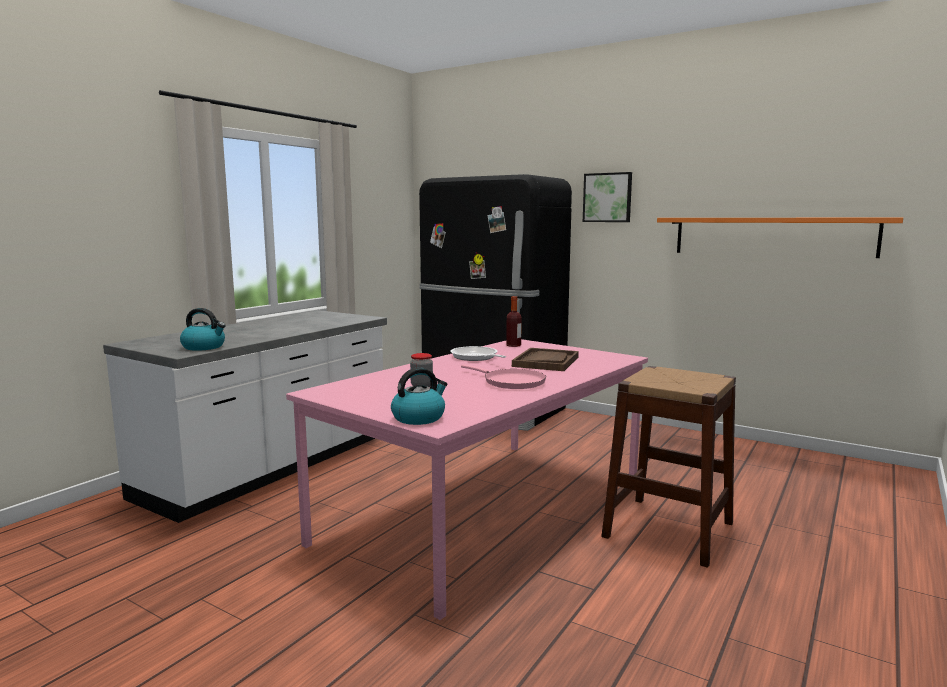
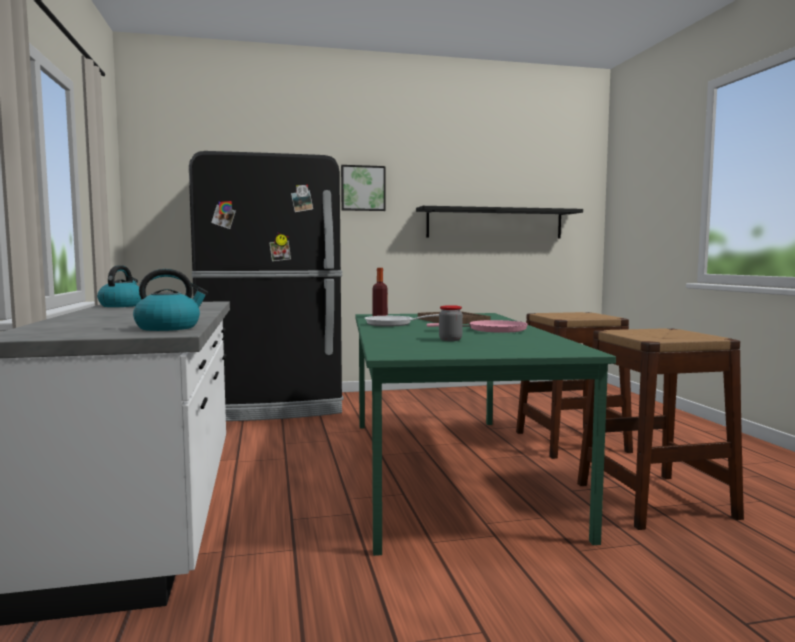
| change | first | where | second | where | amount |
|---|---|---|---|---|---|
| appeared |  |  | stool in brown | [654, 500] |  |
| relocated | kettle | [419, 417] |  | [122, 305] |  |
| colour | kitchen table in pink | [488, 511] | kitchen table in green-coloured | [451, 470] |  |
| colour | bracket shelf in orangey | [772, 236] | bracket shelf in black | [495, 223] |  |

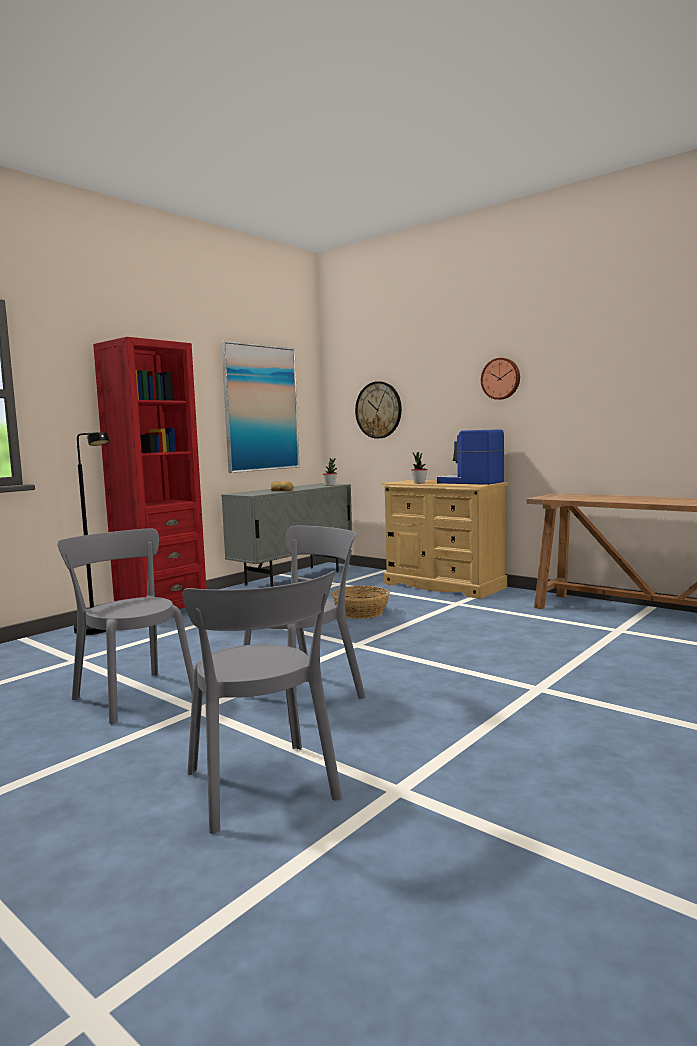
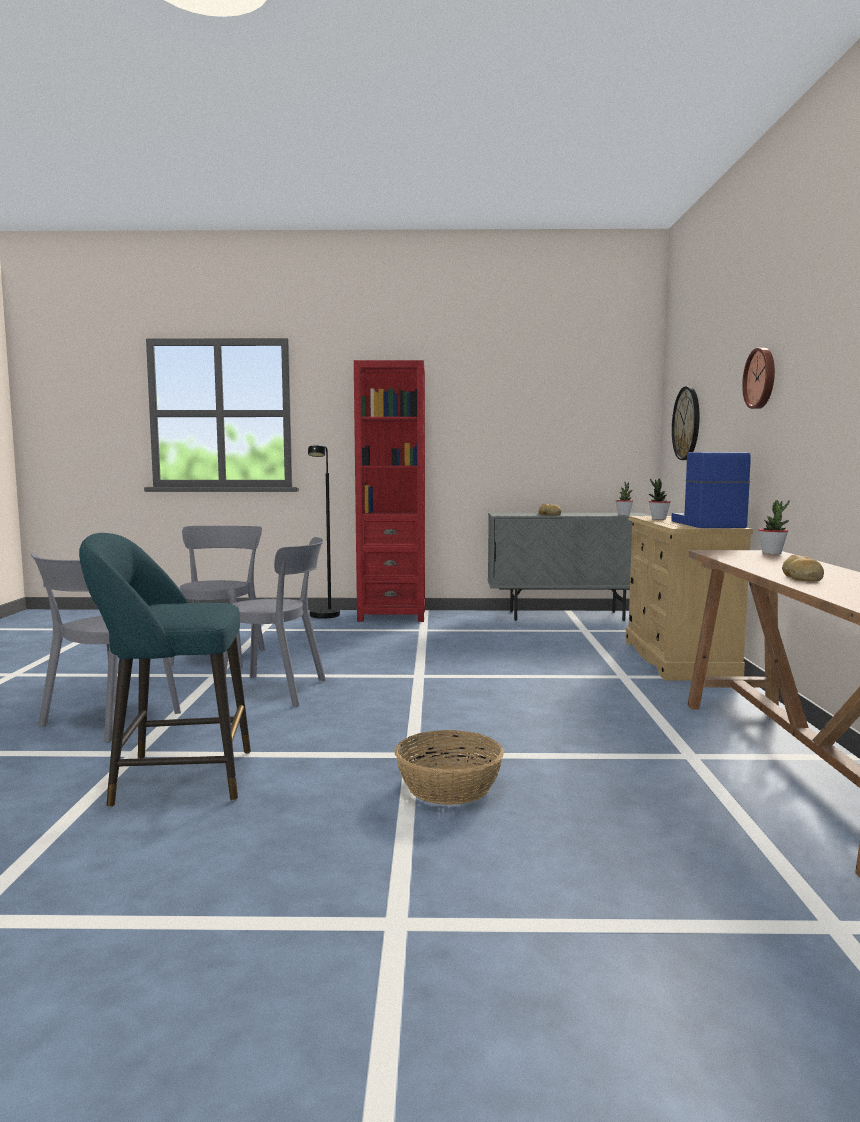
| change | first | where | second | where | amount |
|---|---|---|---|---|---|
| missing | wall picture | [261, 408] |  |  |  |
| appeared |  |  | stool in turquoise | [174, 778] |  |
| appeared |  |  | plant in a pot | [772, 553] |  |
| appeared |  |  | bread | [802, 577] |  |
| relocated | basket | [361, 612] |  | [449, 787] |  |

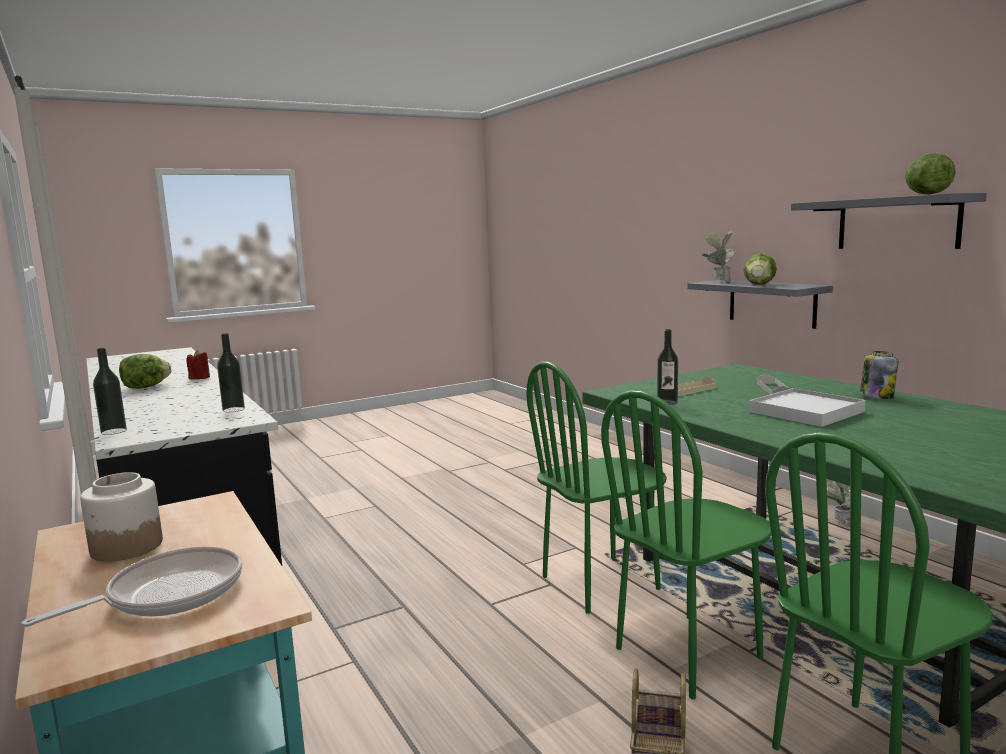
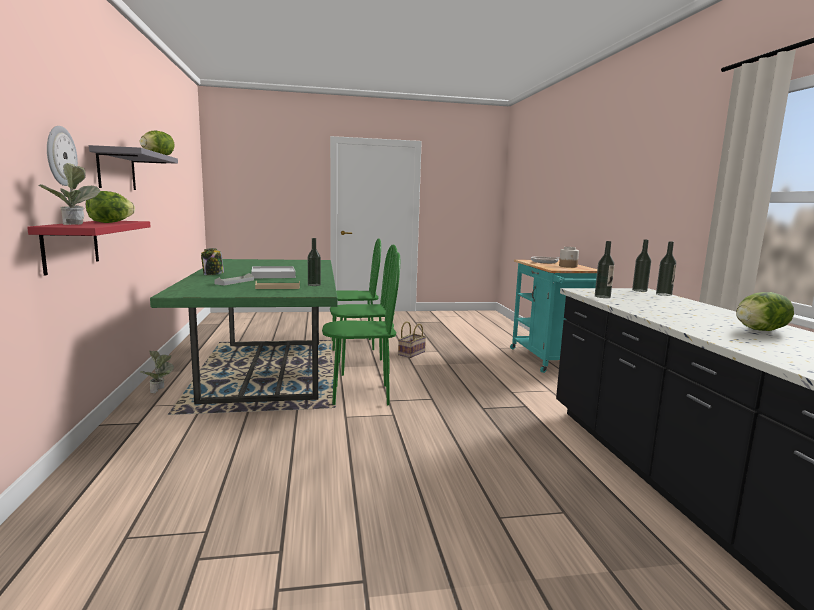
| change | first | where | second | where | amount |
|---|---|---|---|---|---|
| missing | wax candle in reddish | [199, 378] |  |  |  |
| appeared |  |  | hanging clock | [60, 156] |  |
| appeared |  |  | drink bottle | [639, 290] |  |
| colour | bracket shelf in grey | [771, 303] | bracket shelf in reddish | [71, 245] |  |

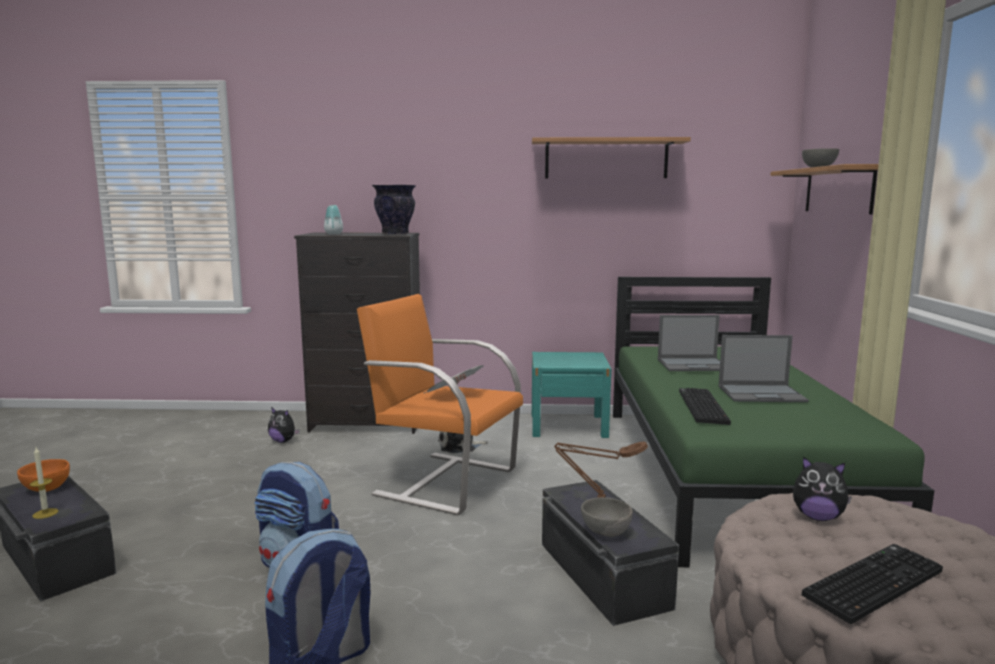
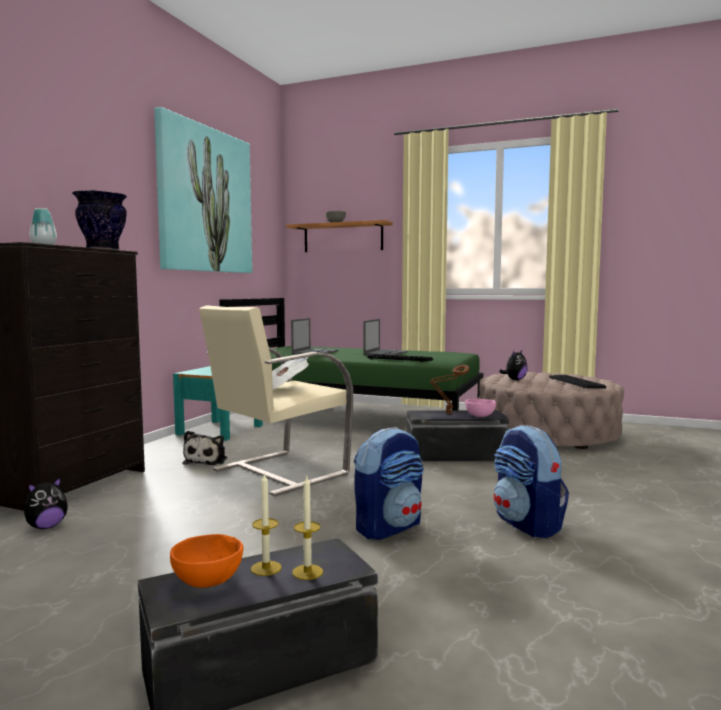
| change | first | where | second | where | amount |
|---|---|---|---|---|---|
| appeared |  |  | wax candle | [266, 568] |  |
| exchanged | bracket shelf | [606, 159] | wall picture | [204, 200] |  |
| colour | easy chair in orangey | [444, 481] | easy chair in sand-coloured | [278, 472] |  |
| colour | serving bowl in grey | [606, 533] | serving bowl in pink | [480, 416] |  |

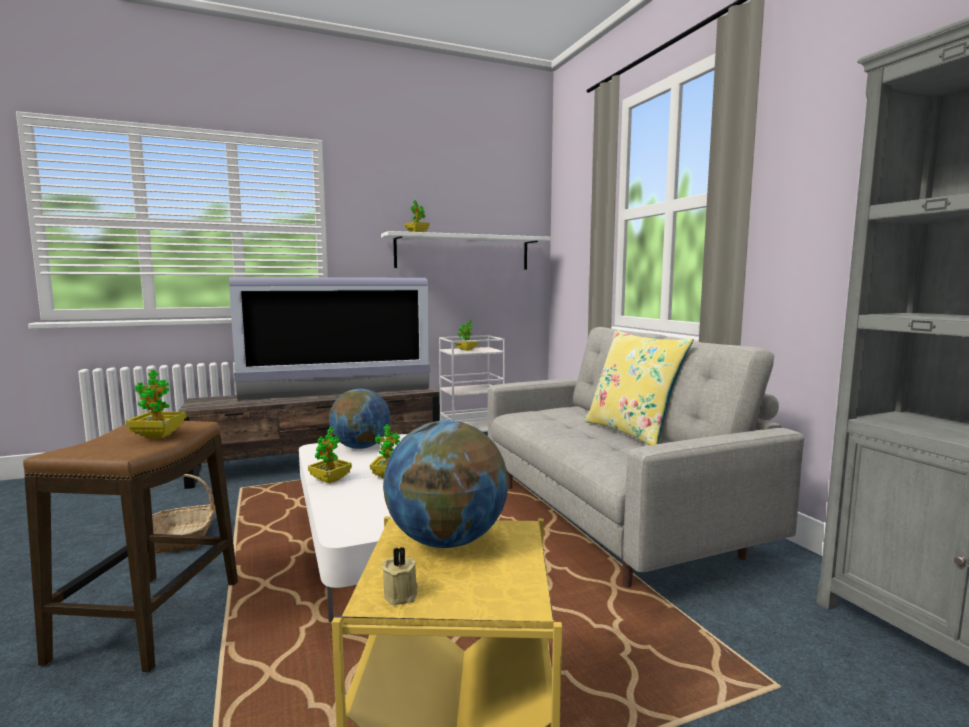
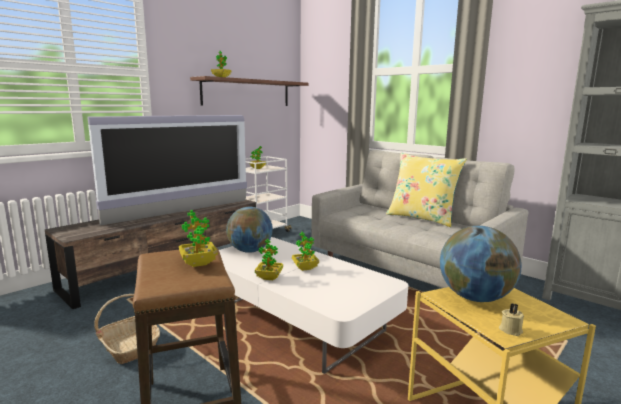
| change | first | where | second | where | amount |
|---|---|---|---|---|---|
| colour | bracket shelf in white | [463, 252] | bracket shelf in brown | [247, 93] |  |

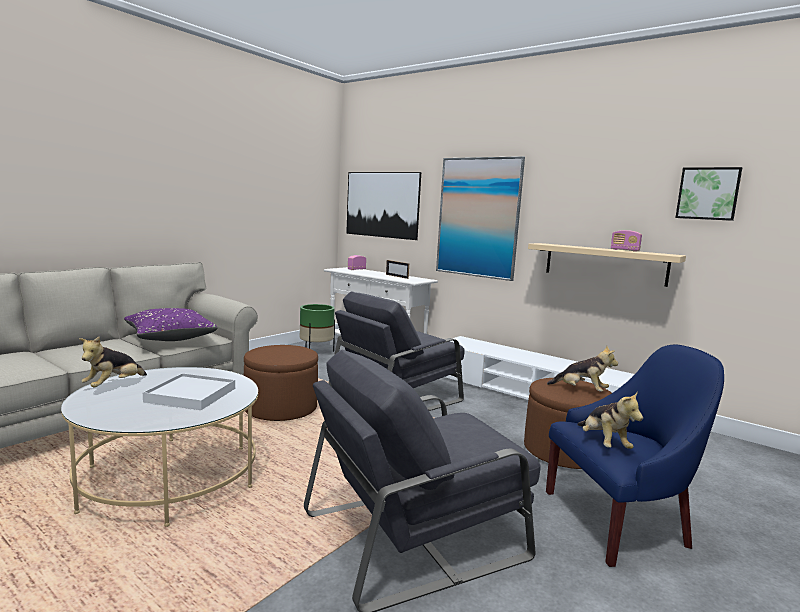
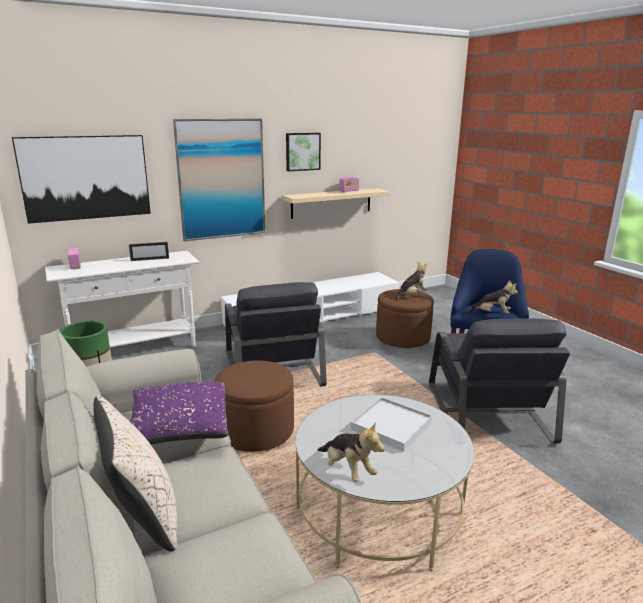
| change | first | where | second | where | amount |
|---|---|---|---|---|---|
| appeared |  |  | throw pillow in sand-coloured | [143, 516] |  |
| relocated | wall picture | [708, 193] |  | [302, 151] |  |

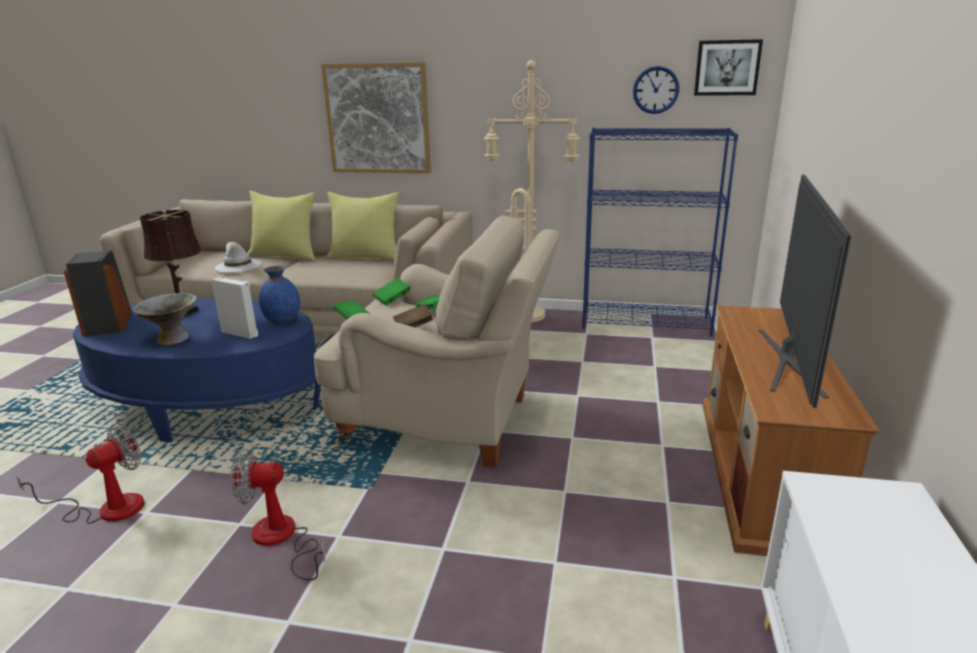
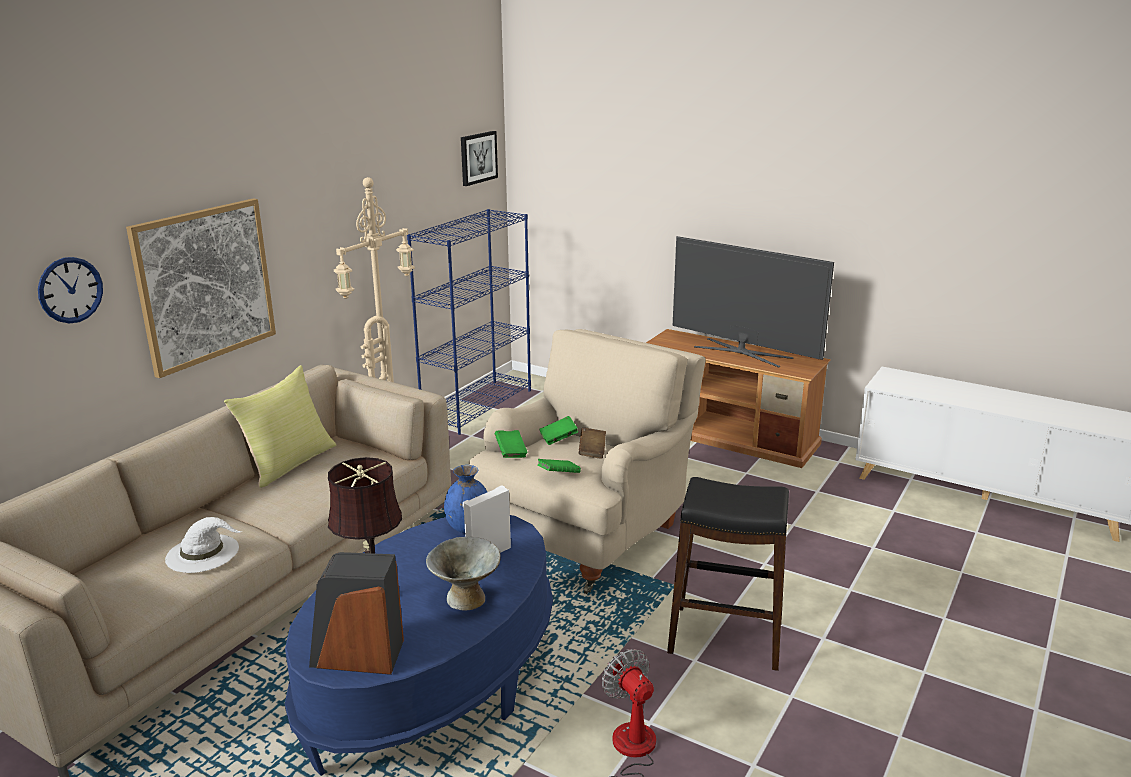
| change | first | where | second | where | amount |
|---|---|---|---|---|---|
| missing | throw pillow in yellowish | [285, 256] |  |  |  |
| relocated | hanging clock | [655, 90] |  | [70, 290] |  |
| exchanged | electric fan | [281, 539] | stool in black | [726, 637] |  |

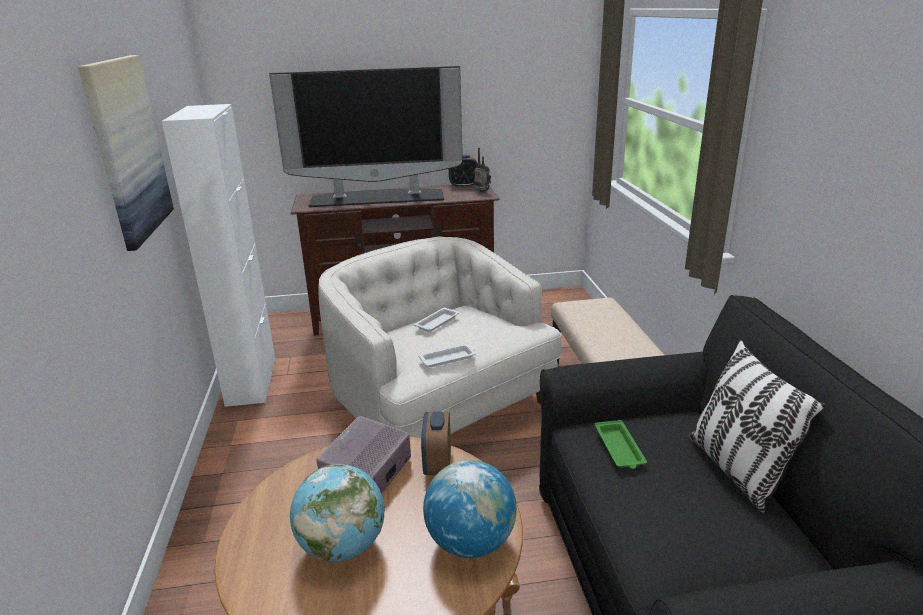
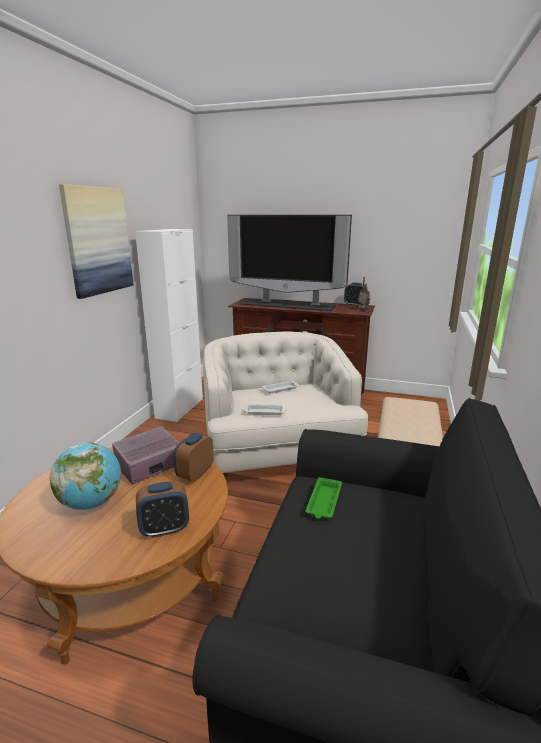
| change | first | where | second | where | amount |
|---|---|---|---|---|---|
| missing | throw pillow | [736, 470] |  |  |  |
| exchanged | globe | [470, 543] | bedside clock | [164, 529] |  |

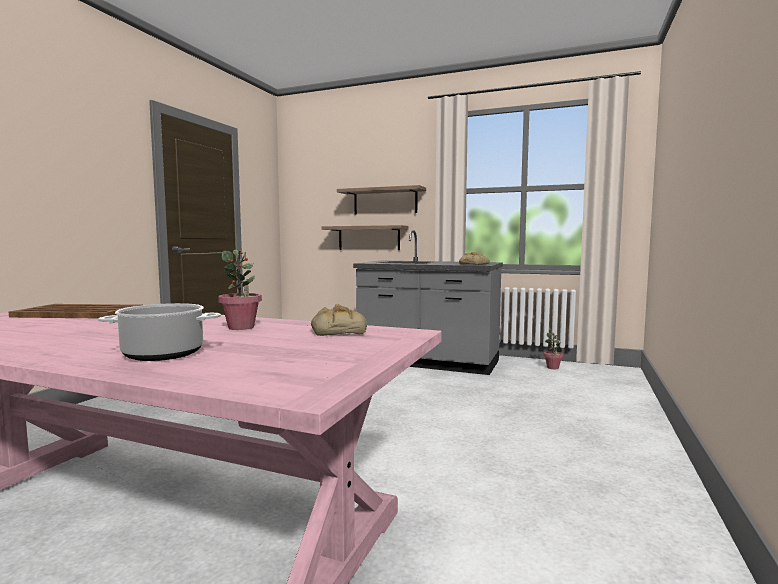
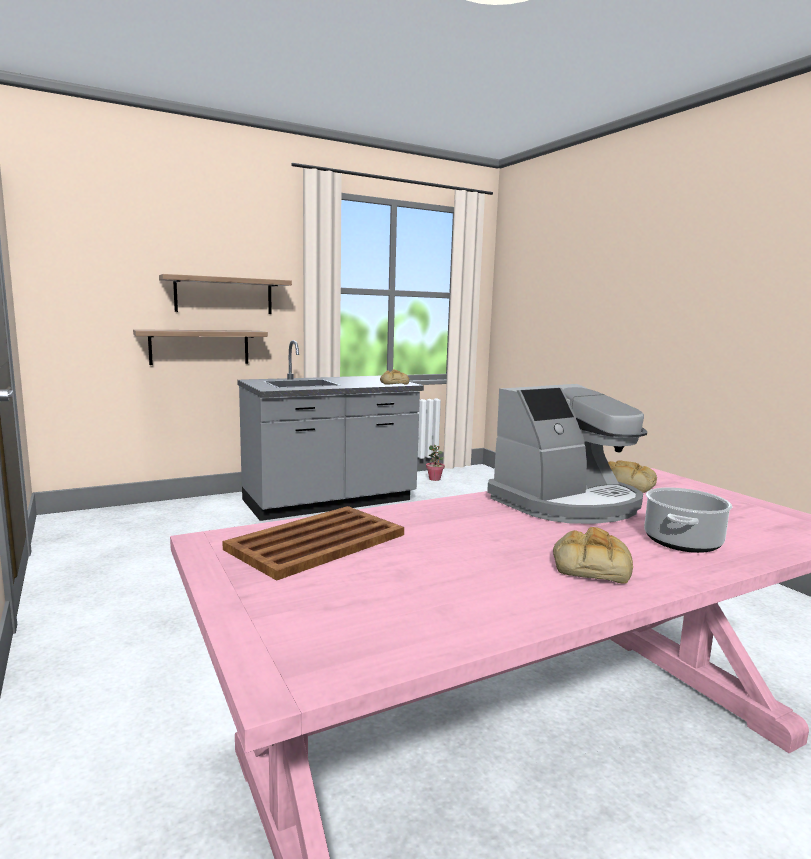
| change | first | where | second | where | amount |
|---|---|---|---|---|---|
| appeared |  |  | bread | [590, 565] |  |
| exchanged | plant in a pot | [241, 327] | coffee maker | [567, 503] |  |

